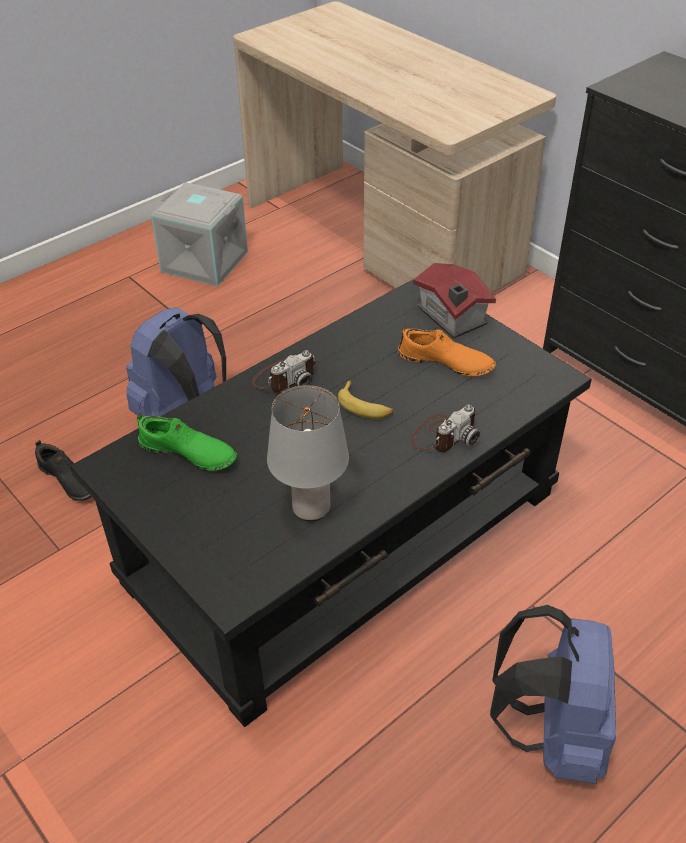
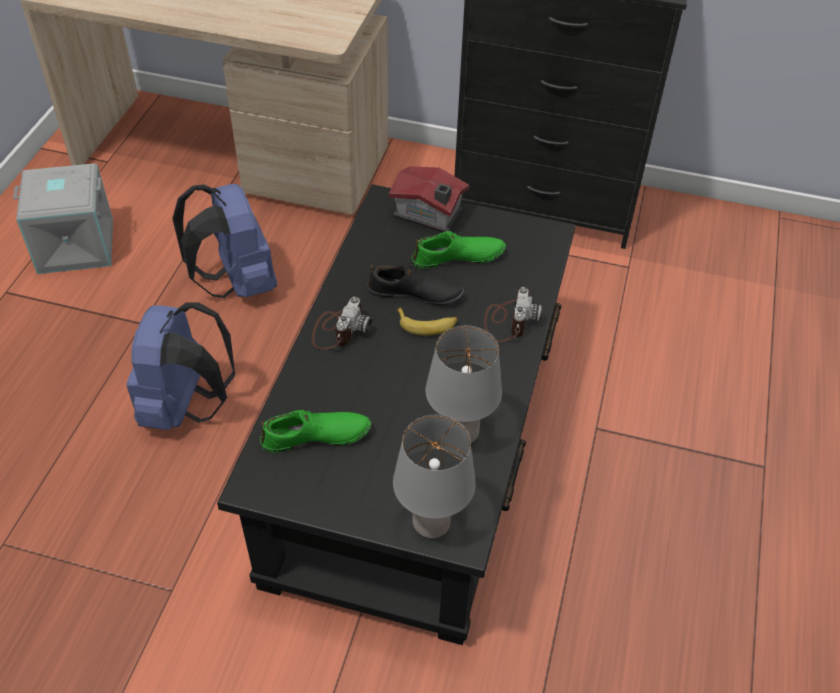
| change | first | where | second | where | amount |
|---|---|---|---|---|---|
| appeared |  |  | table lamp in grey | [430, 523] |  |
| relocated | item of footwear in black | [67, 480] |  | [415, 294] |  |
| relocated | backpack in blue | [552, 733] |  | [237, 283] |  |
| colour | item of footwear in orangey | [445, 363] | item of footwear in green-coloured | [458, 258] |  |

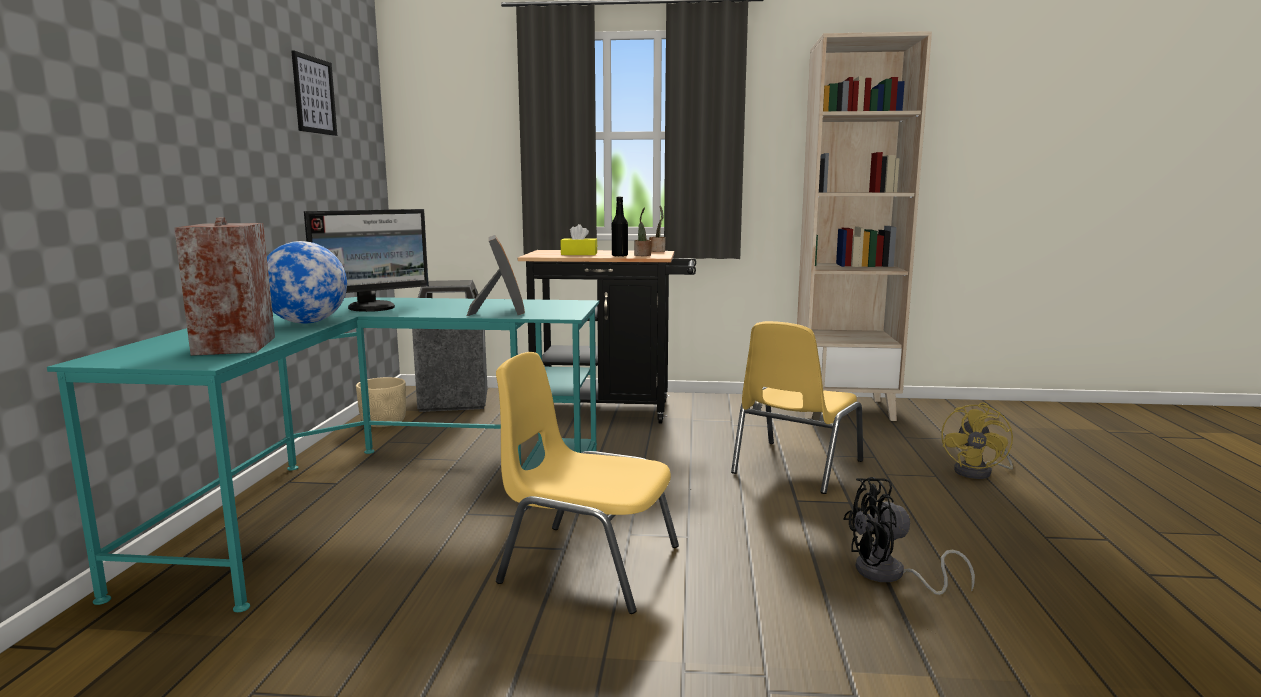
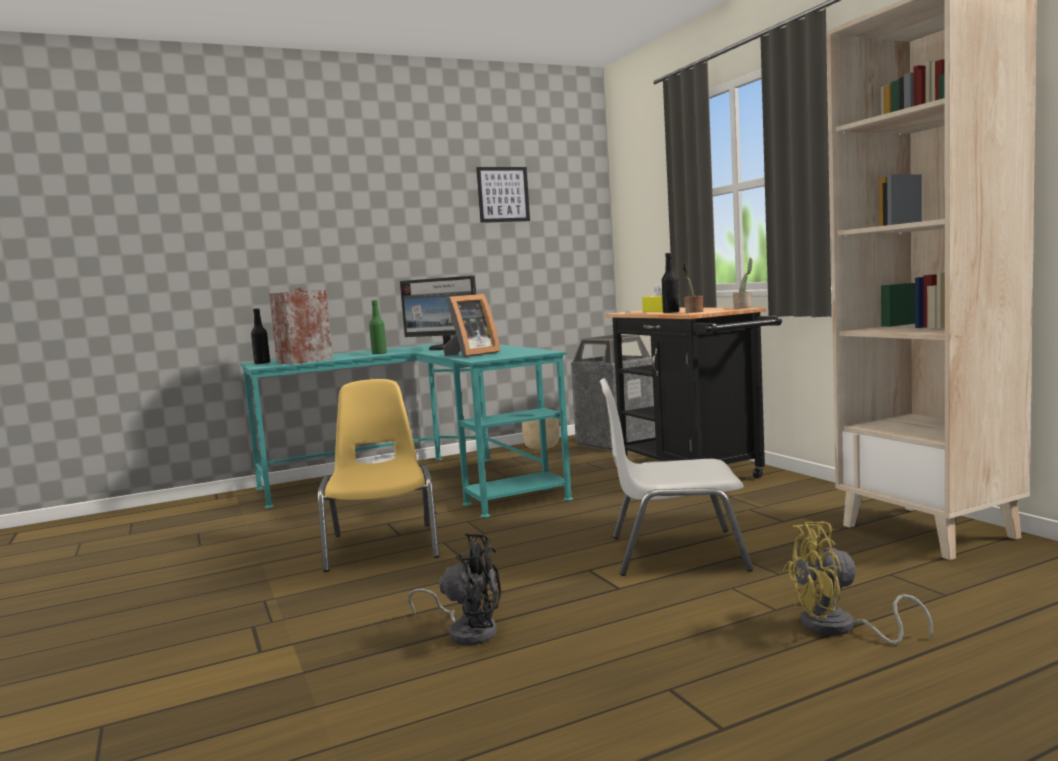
| change | first | where | second | where | amount |
|---|---|---|---|---|---|
| appeared |  |  | drink bottle in black | [262, 363] |  |
| exchanged | globe | [307, 323] | drink bottle in green-coloured | [379, 353] |  |
| colour | plain chair in yellowish | [795, 467] | plain chair in white | [674, 552] |  |
| spun | electric fan in black | [890, 575] |  | [467, 631] | 135 degrees clockwise |

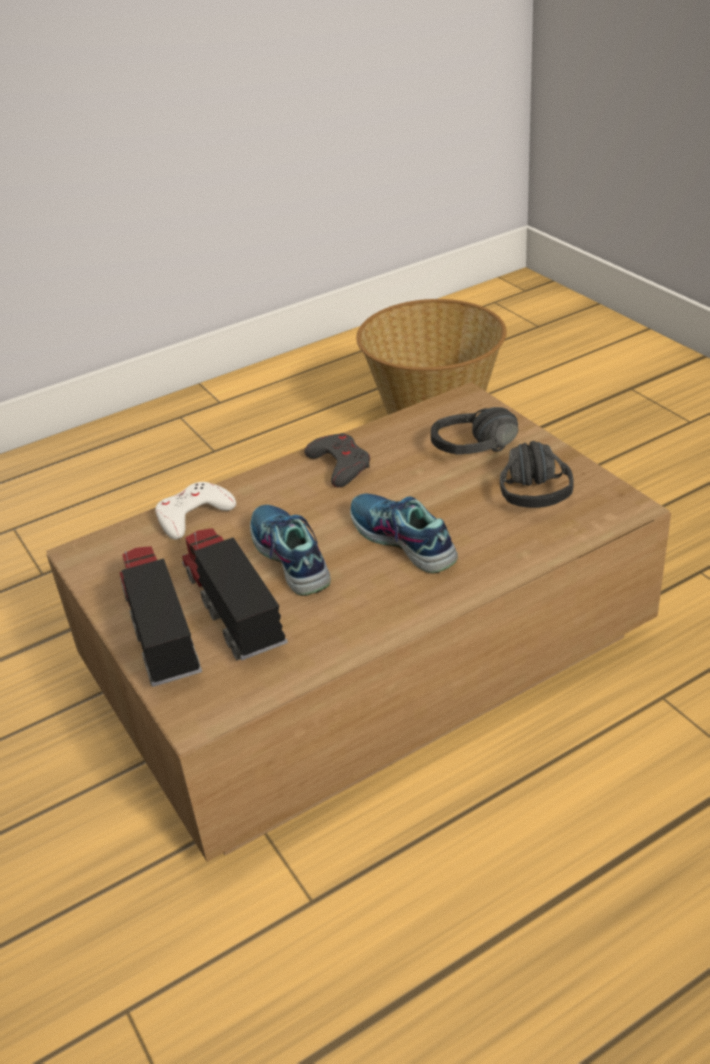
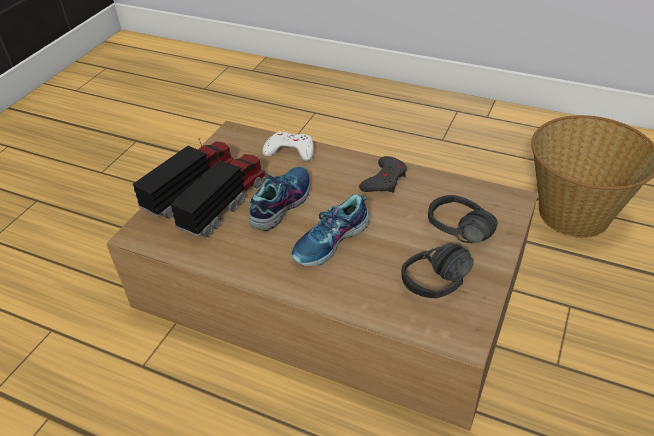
| change | first | where | second | where | amount |
|---|---|---|---|---|---|
| spun | item of footwear | [401, 541] |  | [331, 241] | 150 degrees counterclockwise |

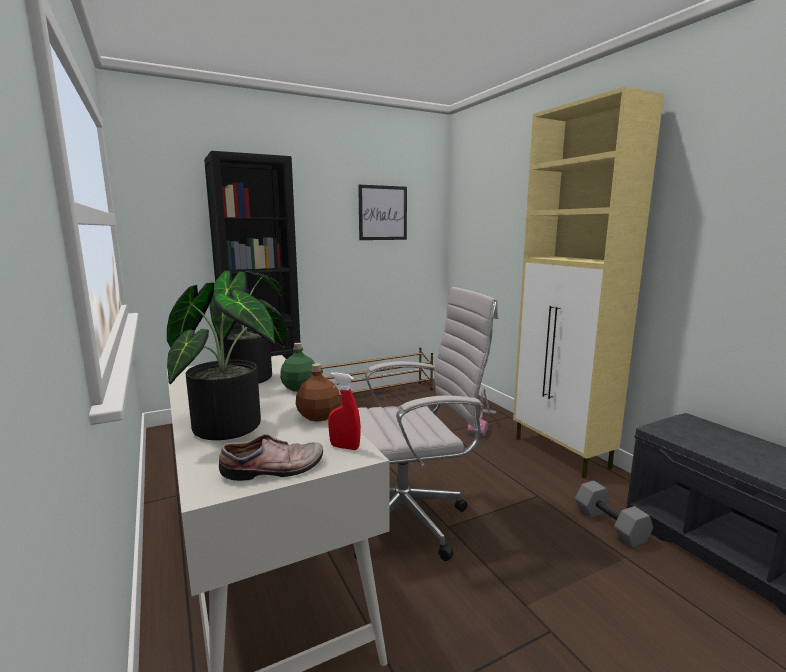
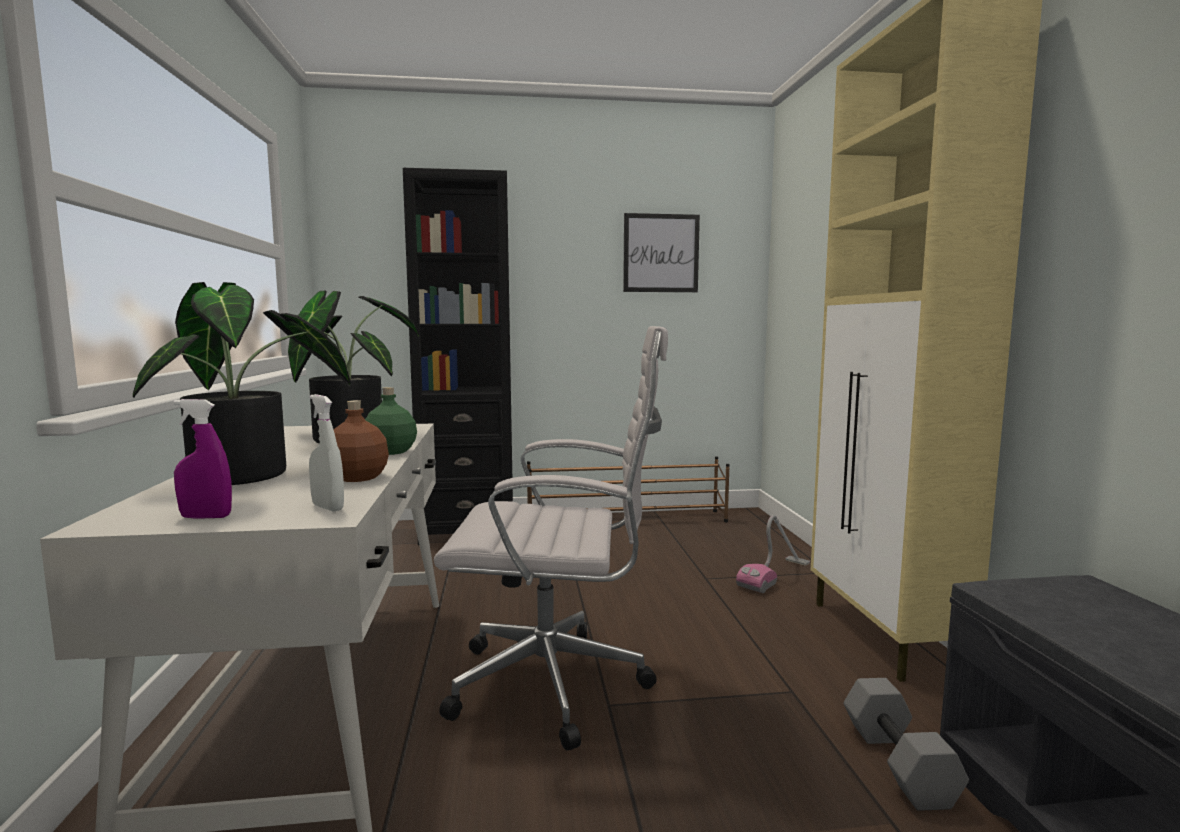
| change | first | where | second | where | amount |
|---|---|---|---|---|---|
| exchanged | item of footwear | [274, 470] | hand sprayer in purple | [206, 517] |  |
| colour | hand sprayer in reddish | [344, 447] | hand sprayer in white | [327, 507] |  |

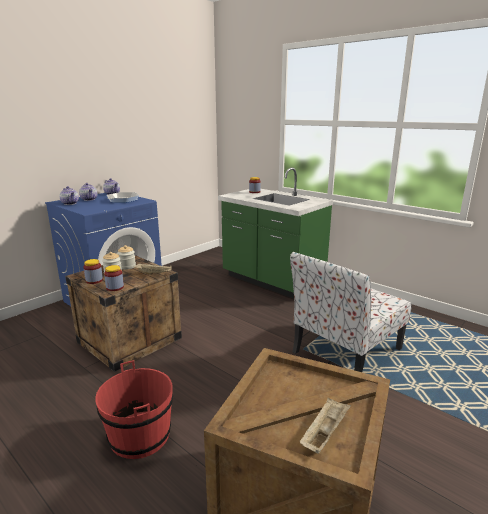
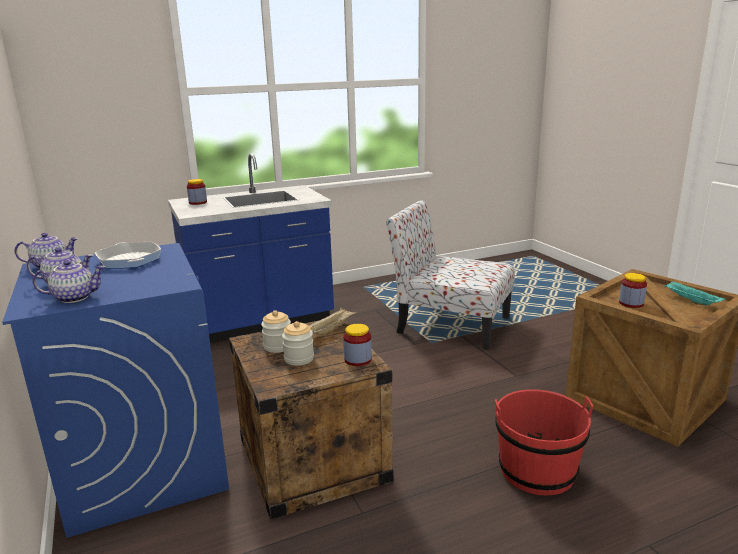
| change | first | where | second | where | amount |
|---|---|---|---|---|---|
| relocated | jar | [94, 280] |  | [631, 303] |  |
| colour | counter in green-coloured | [271, 282] | counter in blue | [260, 323] |  |
| colour | serving tray in sand-coloured | [324, 433] | serving tray in turquoise | [690, 301] |  |
| spun | plain chair | [345, 351] |  | [450, 324] | 135 degrees clockwise |

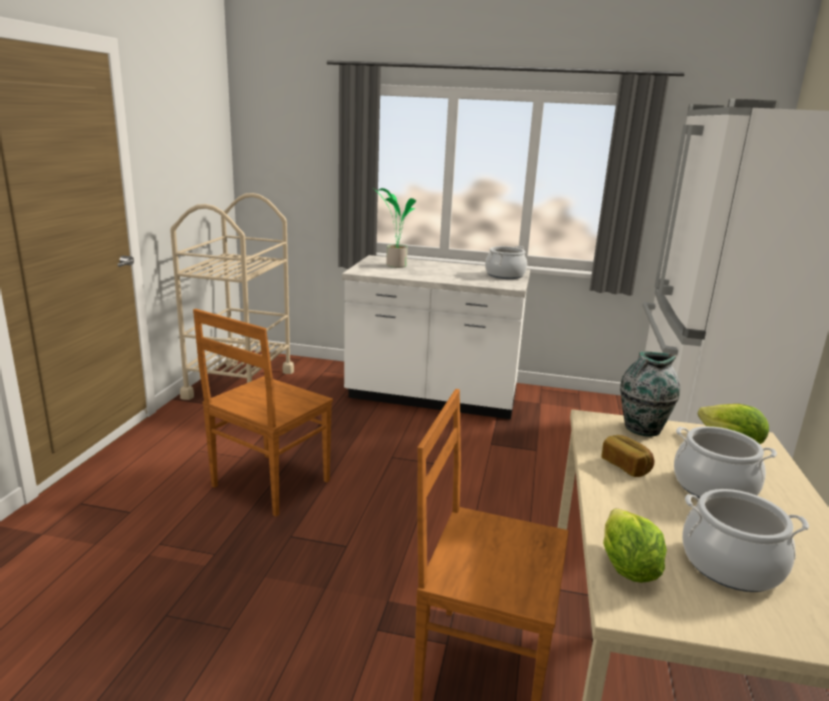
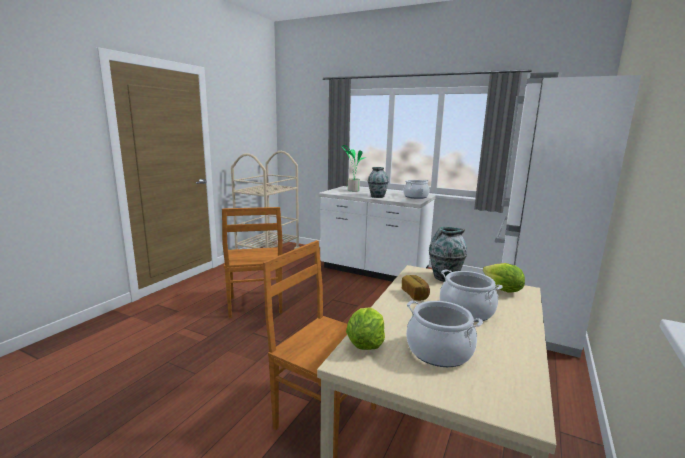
| change | first | where | second | where | amount |
|---|---|---|---|---|---|
| appeared |  |  | decorative vase | [377, 196] |  |
| spun | plain chair in brown | [268, 485] |  | [255, 306] | 60 degrees counterclockwise |

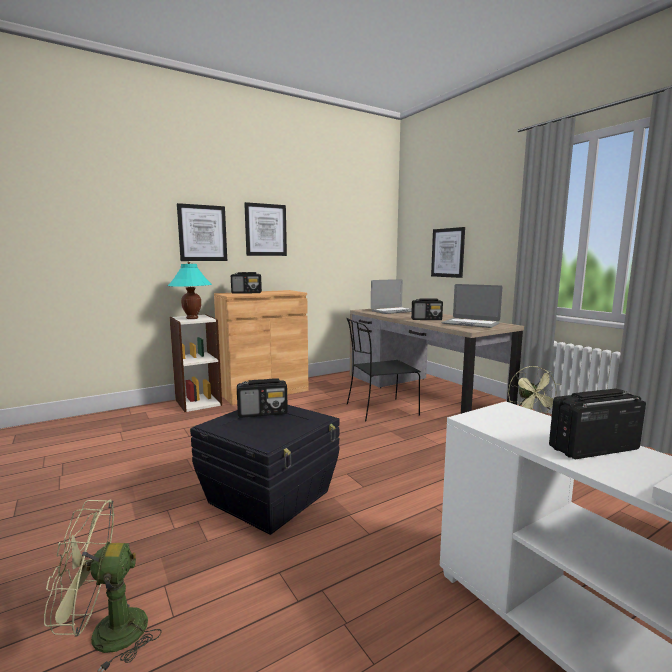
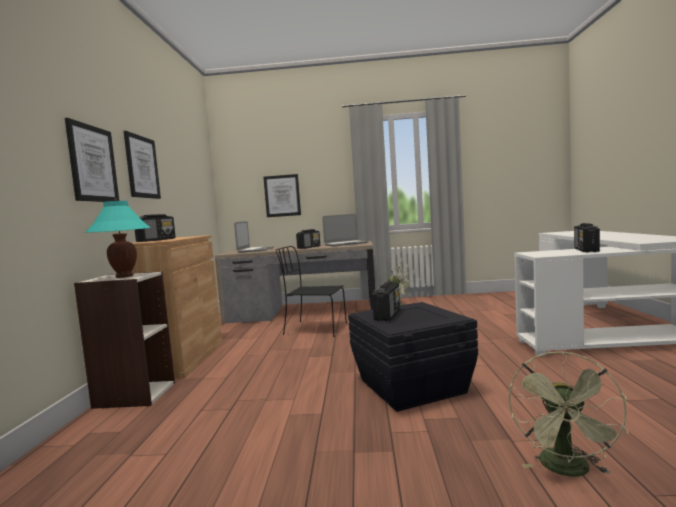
| change | first | where | second | where | amount |
|---|---|---|---|---|---|
| spun | plain chair in black | [380, 410] |  | [314, 329] | 90 degrees clockwise |

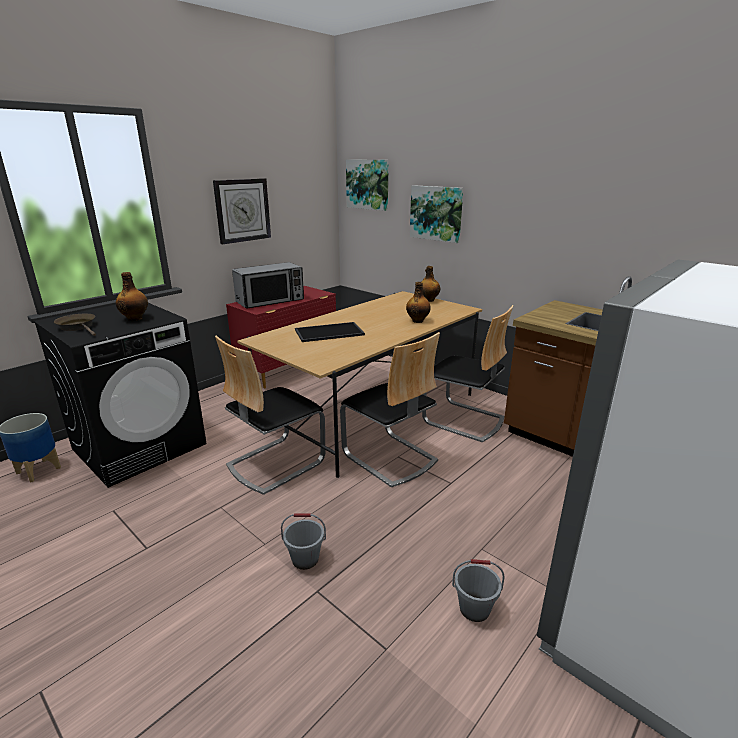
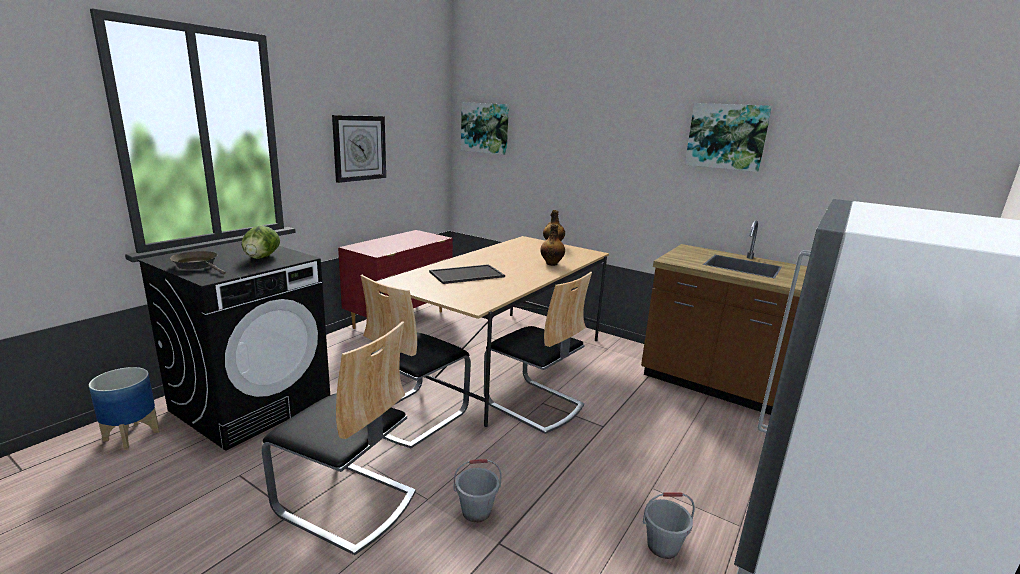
| change | first | where | second | where | amount |
|---|---|---|---|---|---|
| missing | microwave oven | [270, 301] |  |  |  |
| relocated | wall picture | [436, 213] |  | [726, 136] |  |
| relocated | plain chair | [463, 420] |  | [346, 503] |  |
| exchanged | drink bottle | [135, 318] | head of lettuce | [261, 257] |  |

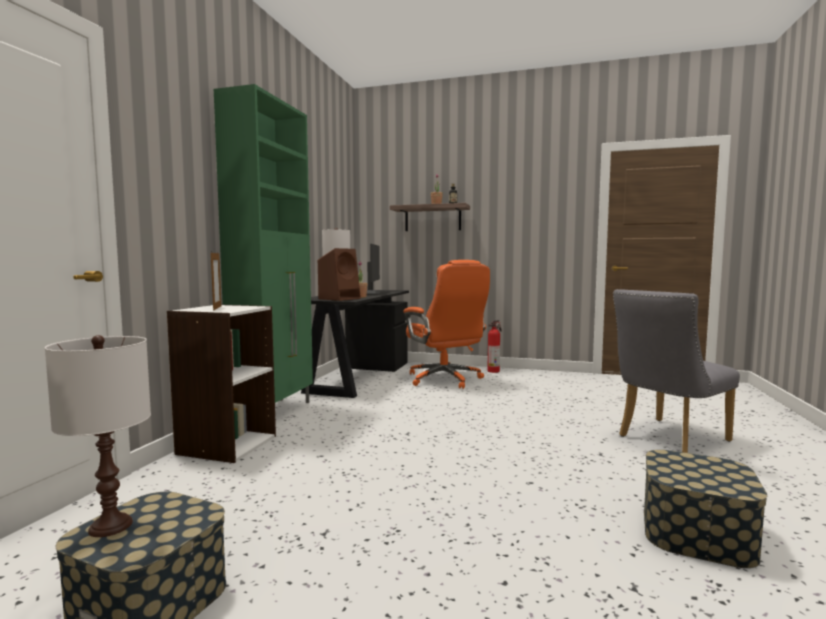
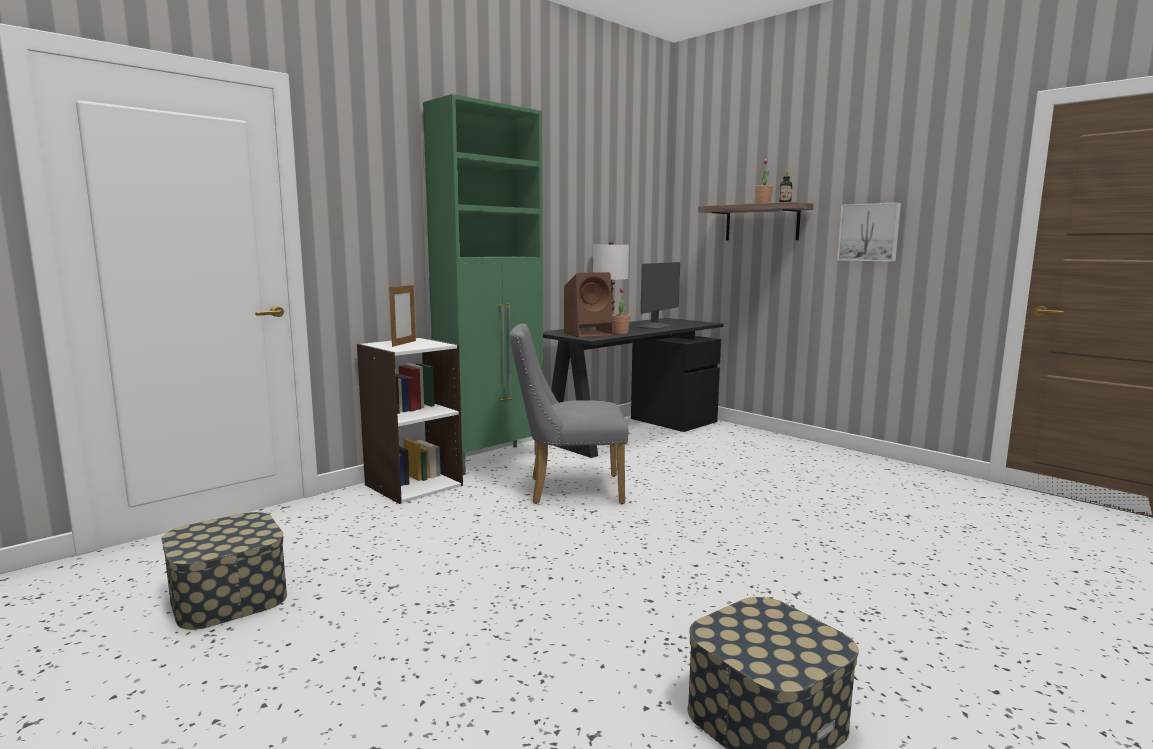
| change | first | where | second | where | amount |
|---|---|---|---|---|---|
| missing | table lamp in white | [110, 526] |  |  |  |
| missing | desk chair in orangey | [445, 379] |  |  |  |
| missing | fire-fighting cylinder | [494, 371] |  |  |  |
| appeared |  |  | wall picture | [869, 232] |  |
| relocated | plain chair in grey | [667, 439] |  | [567, 490] |  |

